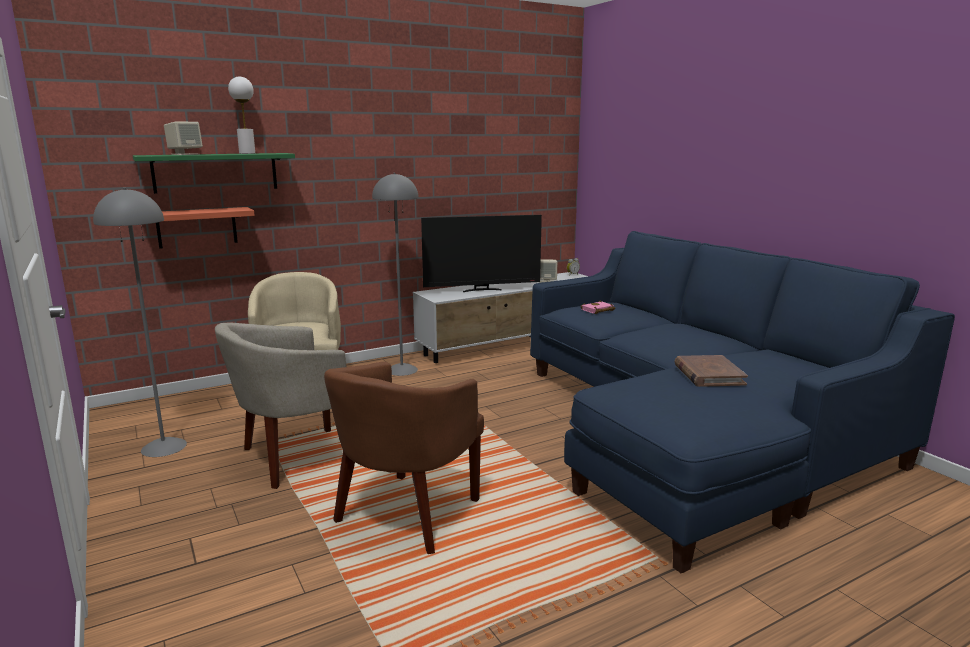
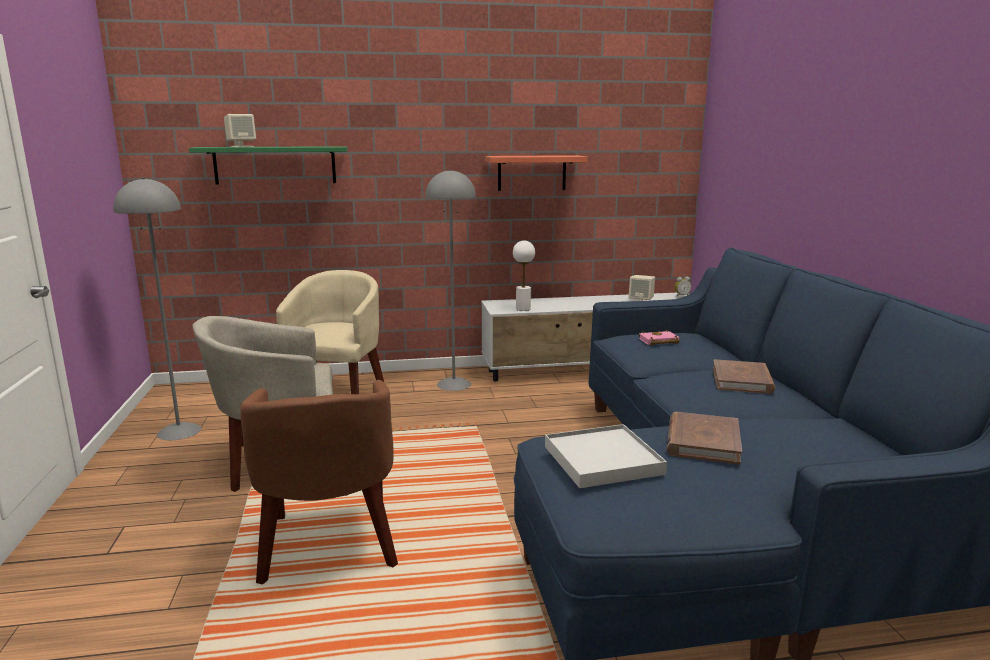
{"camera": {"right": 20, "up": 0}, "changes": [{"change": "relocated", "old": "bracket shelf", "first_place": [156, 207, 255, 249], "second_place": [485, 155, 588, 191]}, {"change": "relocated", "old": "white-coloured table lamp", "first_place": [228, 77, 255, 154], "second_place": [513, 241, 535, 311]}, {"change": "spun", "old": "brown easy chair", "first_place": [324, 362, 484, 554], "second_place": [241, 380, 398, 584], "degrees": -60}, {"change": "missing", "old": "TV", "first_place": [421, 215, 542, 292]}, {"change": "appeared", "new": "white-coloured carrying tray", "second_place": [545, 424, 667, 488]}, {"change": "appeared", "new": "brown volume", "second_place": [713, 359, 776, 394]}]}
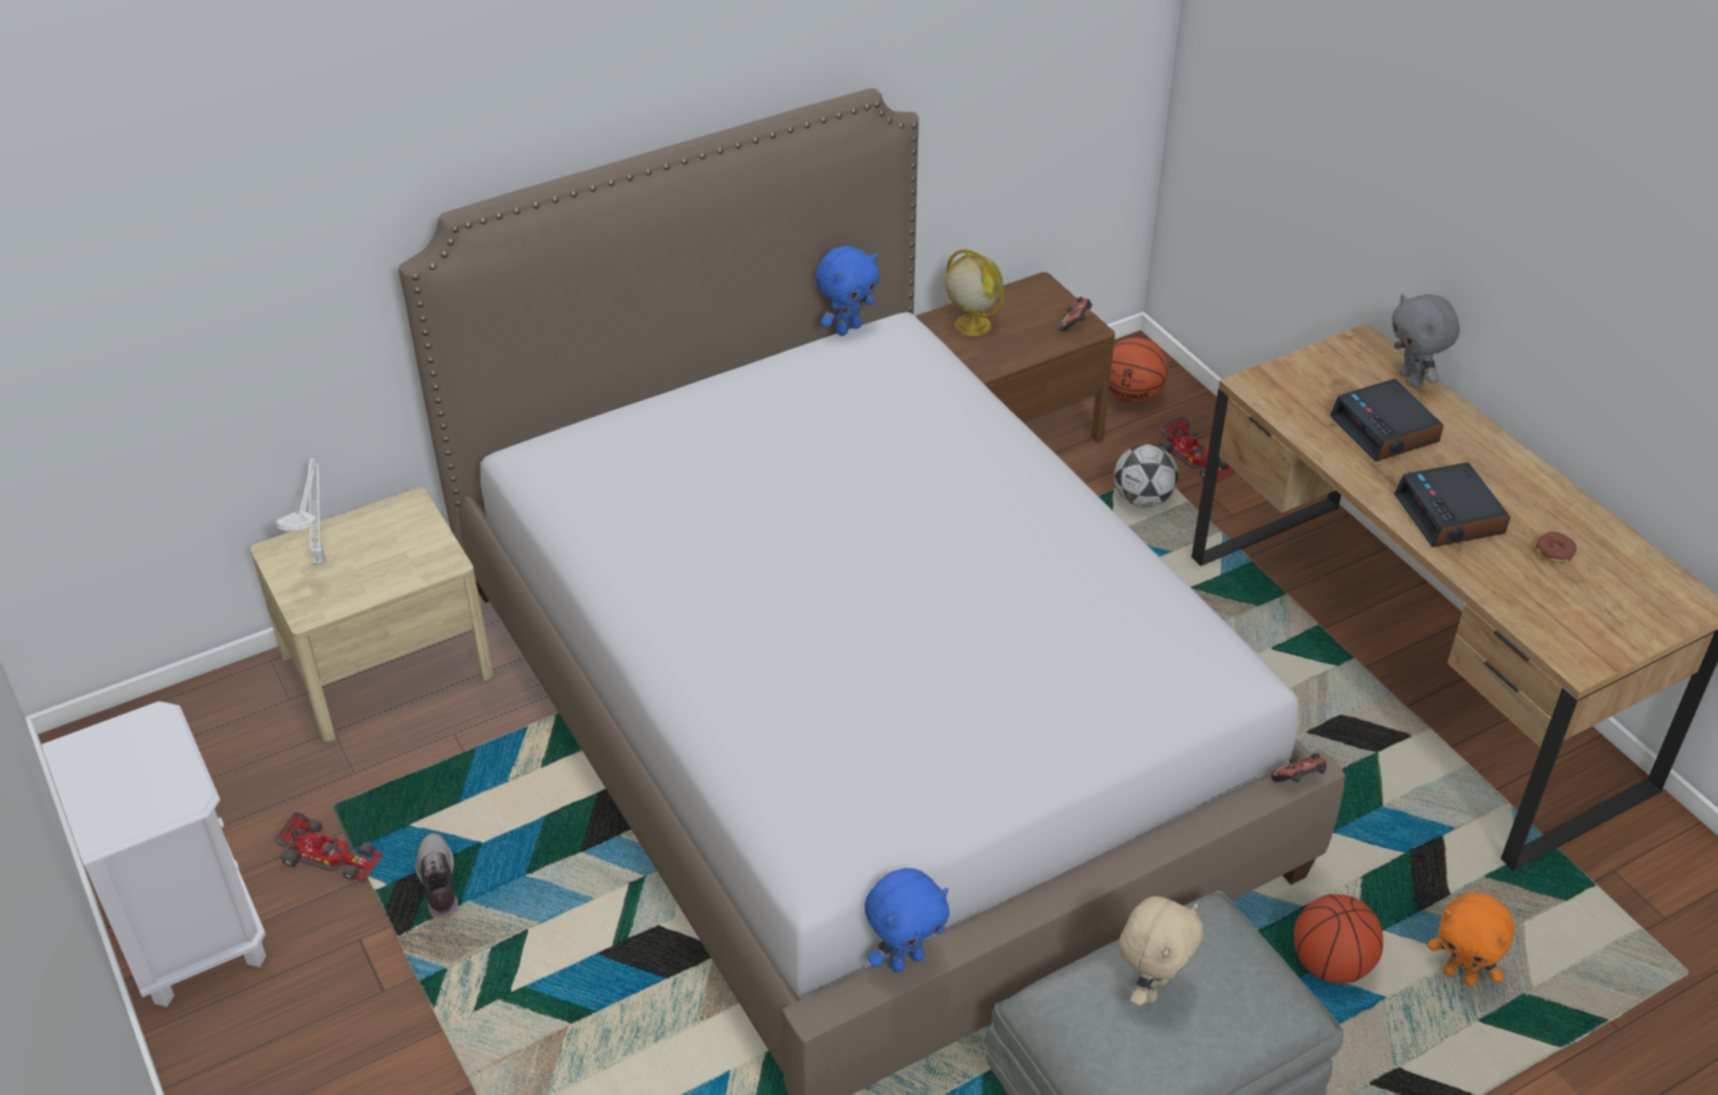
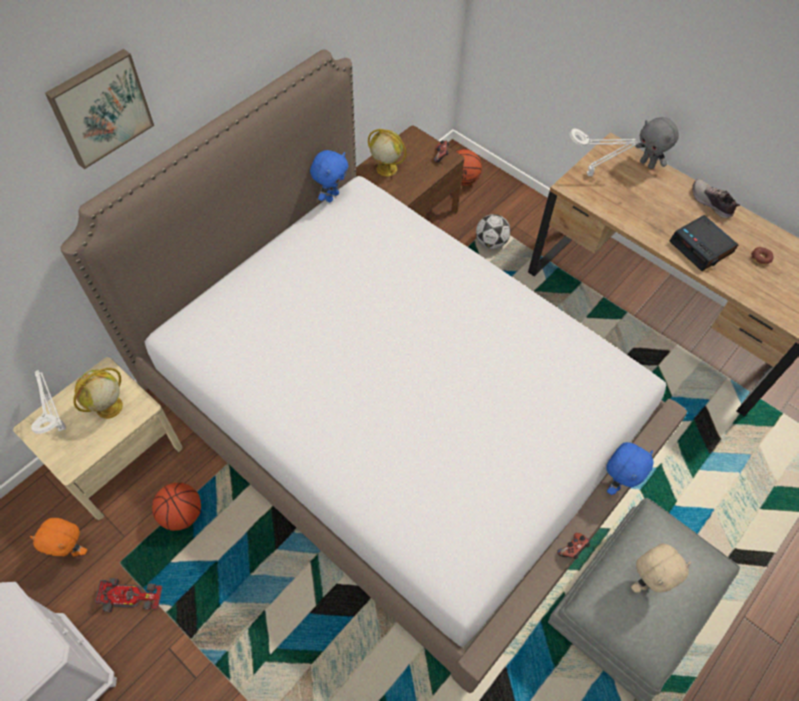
{"camera": {"right": -20, "up": 15}, "changes": [{"change": "relocated", "old": "item of footwear", "first_place": [416, 833, 458, 918], "second_place": [692, 179, 740, 218]}, {"change": "relocated", "old": "blue-coloured soft toy", "first_place": [865, 868, 949, 972], "second_place": [606, 442, 654, 495]}, {"change": "spun", "old": "beige-coloured soft toy", "first_place": [1118, 896, 1203, 1006], "second_place": [631, 543, 691, 593], "degrees": 45}, {"change": "missing", "old": "miniature car", "first_place": [1159, 415, 1235, 483]}, {"change": "relocated", "old": "game controller", "first_place": [1271, 753, 1326, 782], "second_place": [557, 533, 590, 559]}, {"change": "relocated", "old": "ball for basketball", "first_place": [1294, 894, 1383, 983], "second_place": [152, 482, 201, 531]}, {"change": "missing", "old": "alarm clock", "first_place": [1330, 379, 1444, 462]}, {"change": "relocated", "old": "orange soft toy", "first_place": [1427, 893, 1515, 986], "second_place": [30, 518, 87, 557]}, {"change": "appeared", "new": "picture", "second_place": [45, 49, 154, 169]}, {"change": "appeared", "new": "desk globe", "second_place": [73, 368, 123, 419]}, {"change": "appeared", "new": "white-coloured table lamp", "second_place": [570, 128, 637, 176]}]}
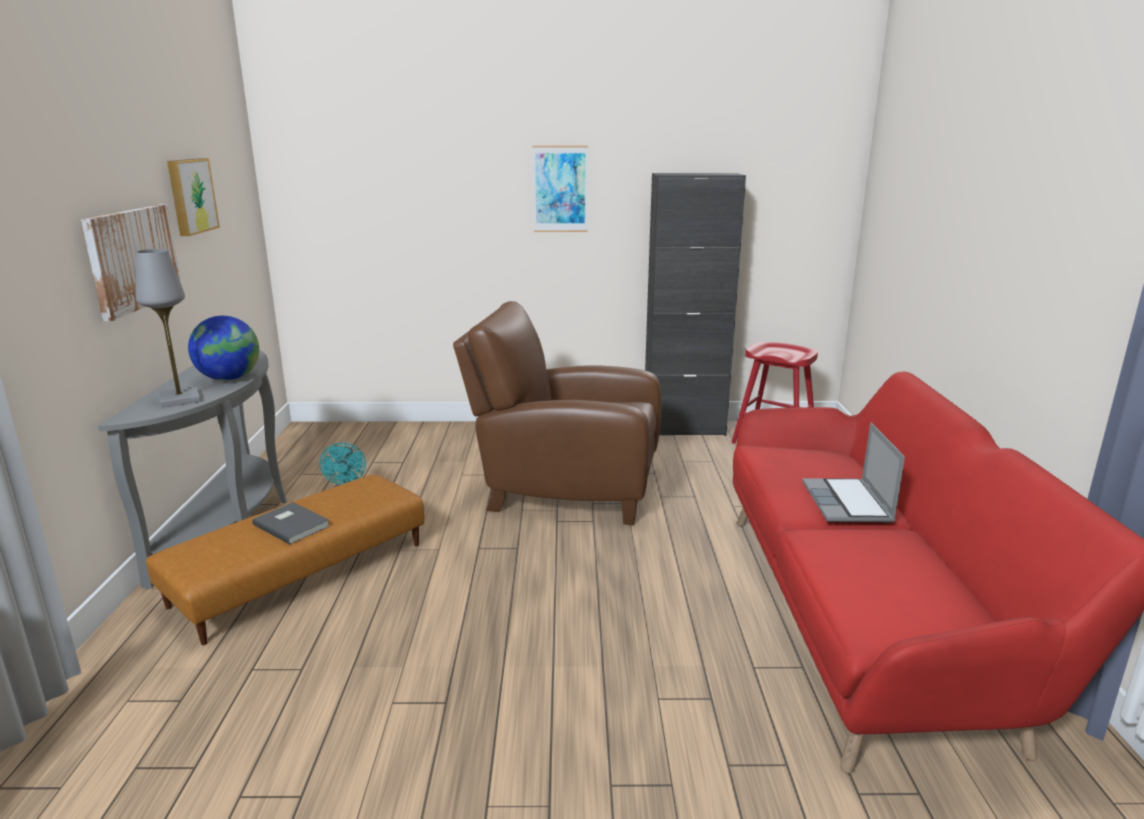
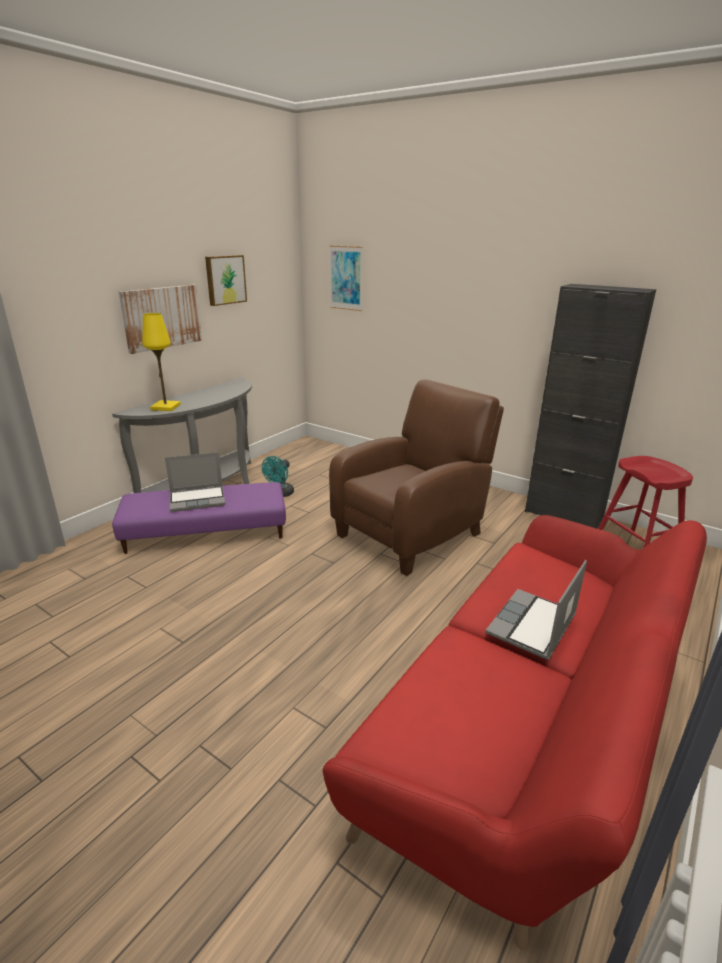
{"camera": {"right": 35, "up": 5}, "changes": [{"change": "colour", "old": "greyish table lamp", "new": "yellowish table lamp", "first_place": [136, 249, 201, 408], "second_place": [142, 313, 181, 411]}, {"change": "colour", "old": "brown ottoman", "new": "purple ottoman", "first_place": [146, 474, 425, 645], "second_place": [112, 482, 286, 554]}, {"change": "missing", "old": "desk globe", "first_place": [188, 316, 259, 381]}, {"change": "exchanged", "old": "greyish volume", "new": "laptop", "first_place": [252, 502, 330, 545], "second_place": [165, 452, 225, 512]}, {"change": "spun", "old": "brown easy chair", "first_place": [453, 301, 662, 525], "second_place": [329, 379, 504, 576], "degrees": 90}, {"change": "relocated", "old": "picture", "first_place": [533, 146, 588, 232], "second_place": [329, 245, 363, 311]}]}
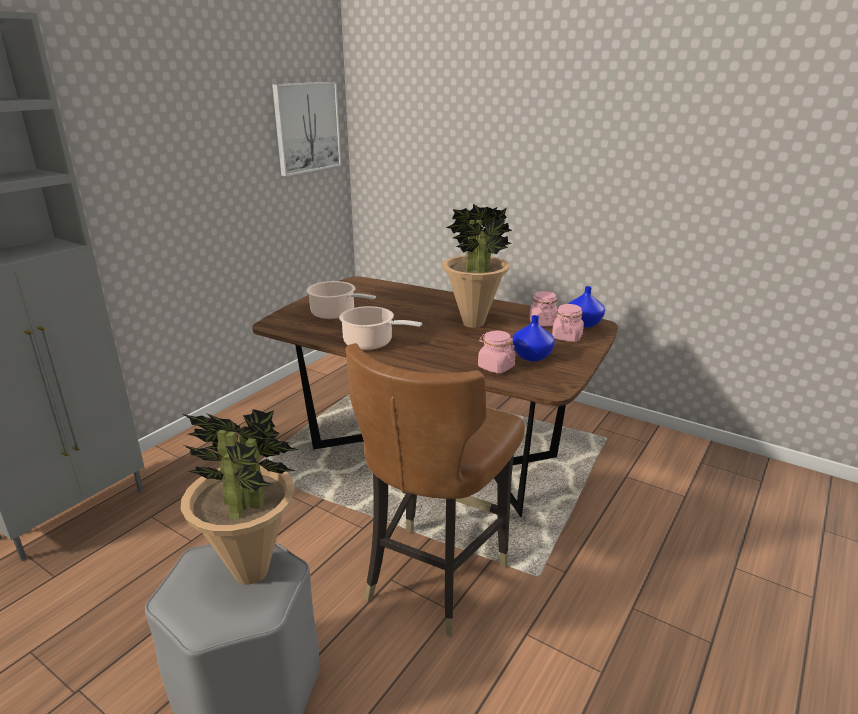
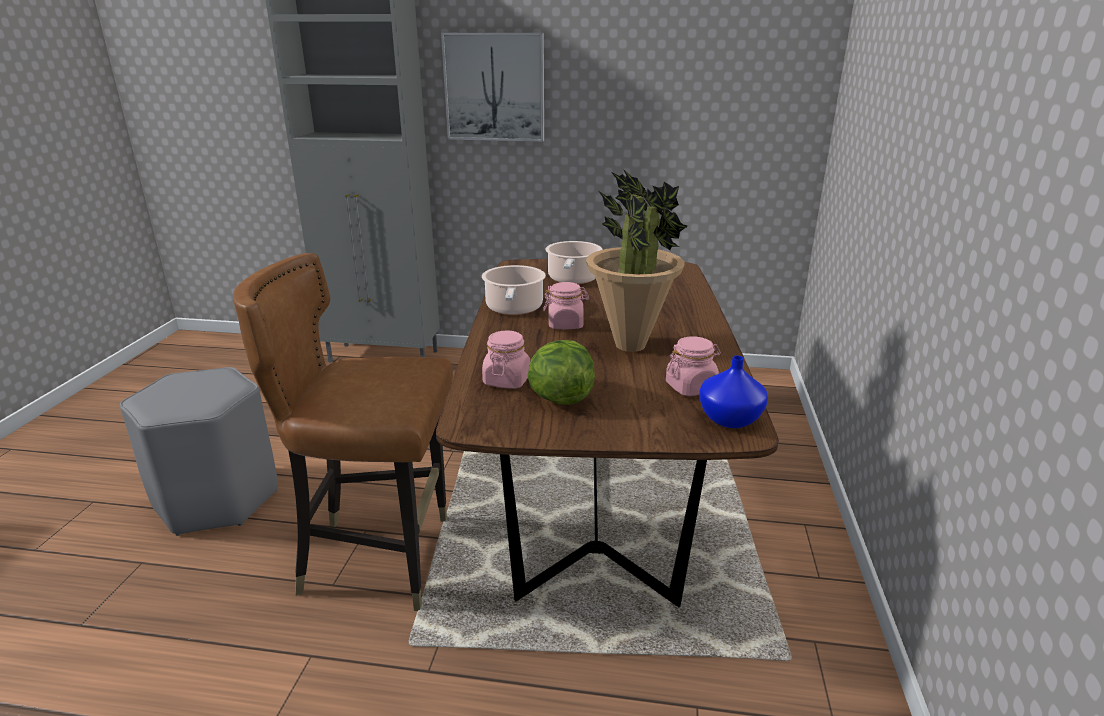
{"camera": {"right": 65, "up": 0}, "changes": [{"change": "missing", "old": "plant in a pot", "first_place": [181, 409, 298, 584]}, {"change": "relocated", "old": "picture", "first_place": [272, 82, 342, 176], "second_place": [441, 33, 544, 142]}, {"change": "exchanged", "old": "blue-coloured decorative vase", "new": "head of lettuce", "first_place": [512, 315, 555, 361], "second_place": [528, 340, 595, 405]}, {"change": "relocated", "old": "pink-coloured jar", "first_place": [552, 304, 584, 342], "second_place": [543, 282, 589, 329]}]}
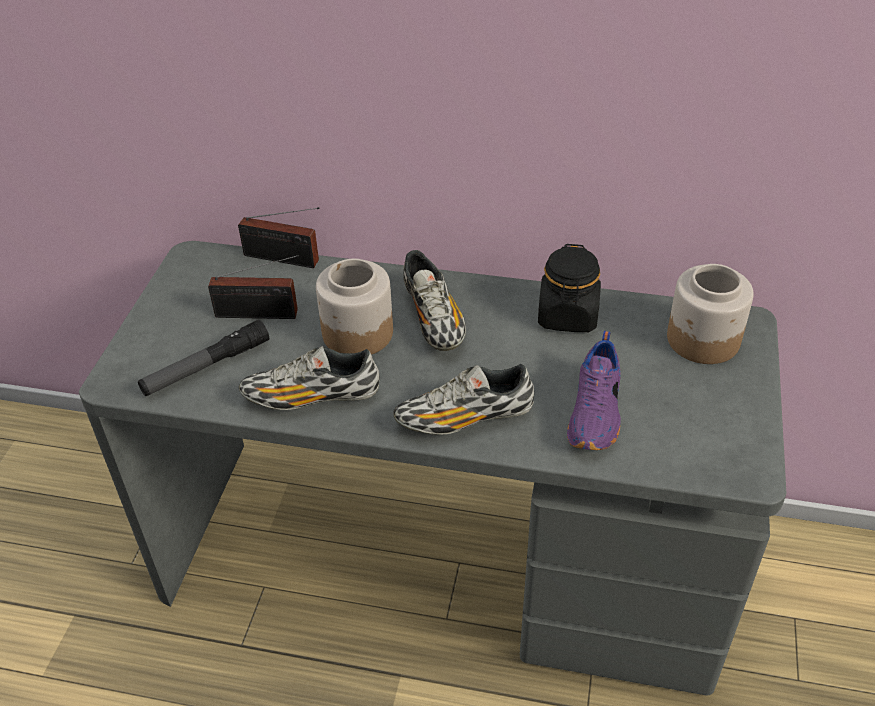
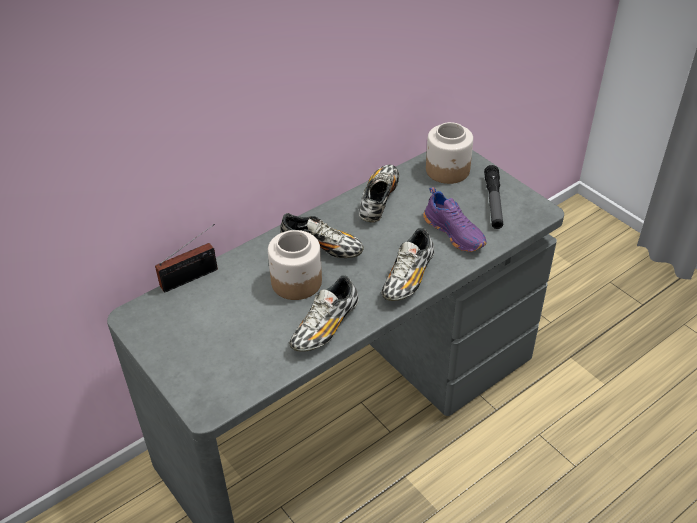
{"camera": {"right": -50, "up": 0}, "changes": [{"change": "relocated", "old": "hand torch", "first_place": [138, 319, 269, 396], "second_place": [484, 165, 503, 229]}, {"change": "missing", "old": "radio set", "first_place": [208, 255, 299, 319]}, {"change": "exchanged", "old": "blackish jar", "new": "item of footwear", "first_place": [538, 244, 601, 332], "second_place": [359, 165, 399, 223]}]}
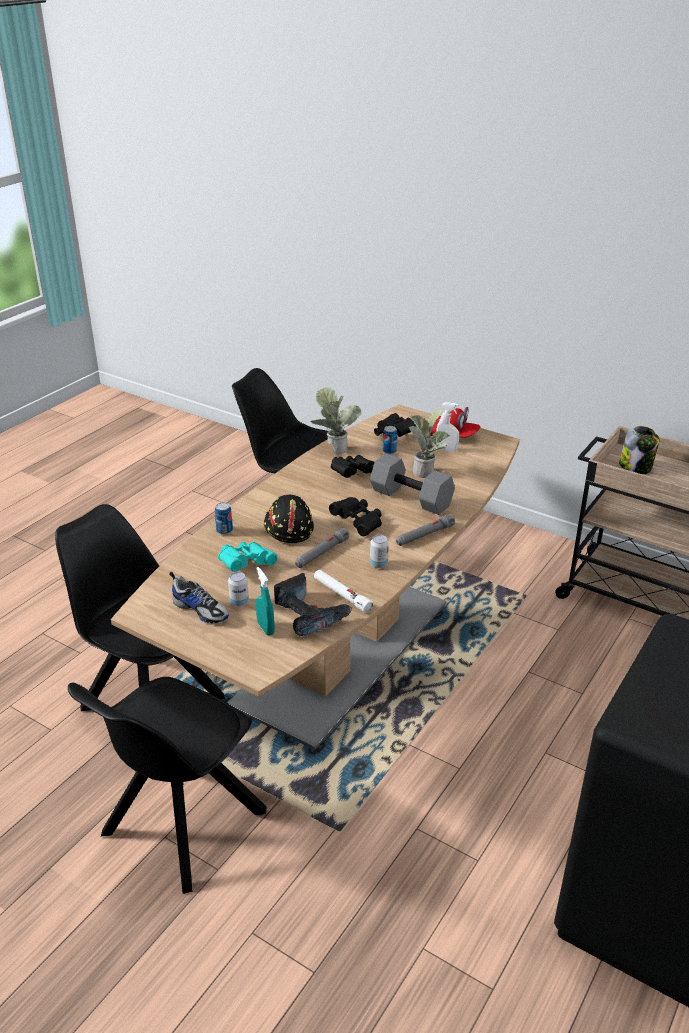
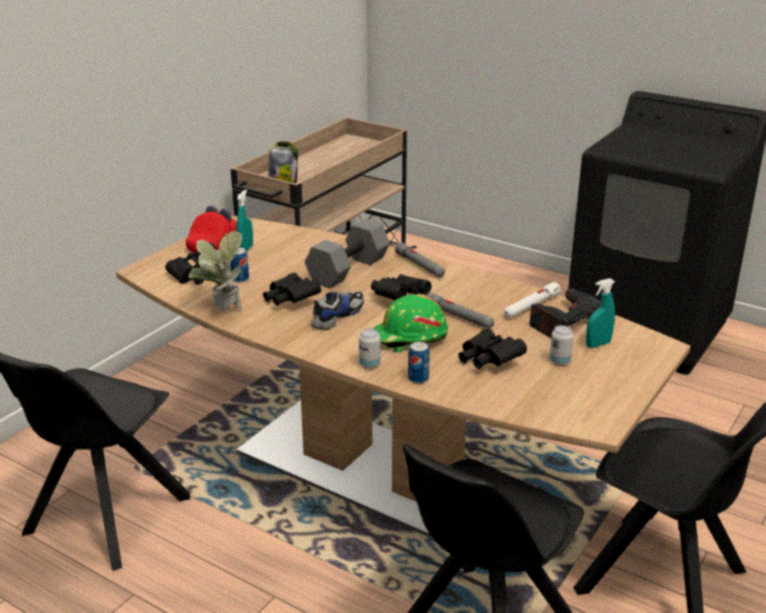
{"camera": {"right": -90, "up": -5}, "changes": [{"change": "relocated", "old": "item of footwear", "first_place": [169, 572, 229, 623], "second_place": [311, 291, 364, 330]}, {"change": "colour", "old": "turquoise binoculars", "new": "blackish binoculars", "first_place": [218, 542, 277, 572], "second_place": [458, 329, 527, 369]}, {"change": "colour", "old": "blackish safety helmet", "new": "green-coloured safety helmet", "first_place": [264, 495, 314, 543], "second_place": [374, 295, 448, 352]}, {"change": "relocated", "old": "metal can", "first_place": [370, 535, 389, 568], "second_place": [359, 328, 381, 369]}, {"change": "missing", "old": "plant in a pot", "first_place": [409, 409, 450, 478]}, {"change": "colour", "old": "white-coloured spray bottle", "new": "turquoise spray bottle", "first_place": [436, 402, 459, 452], "second_place": [236, 189, 253, 252]}]}
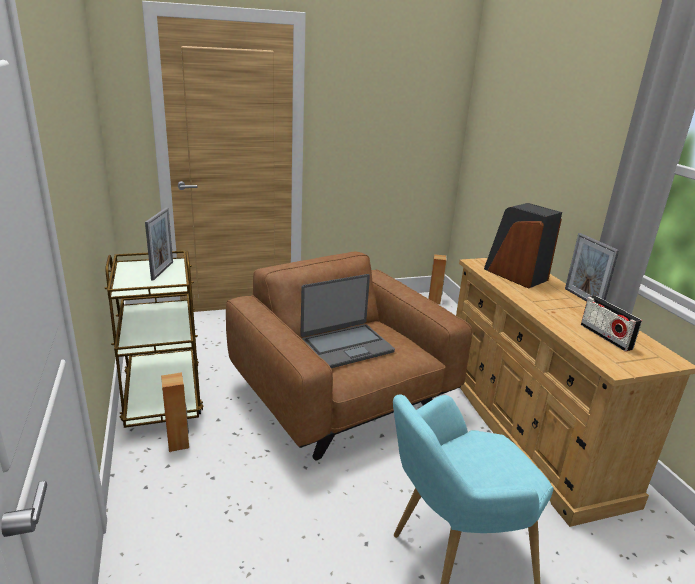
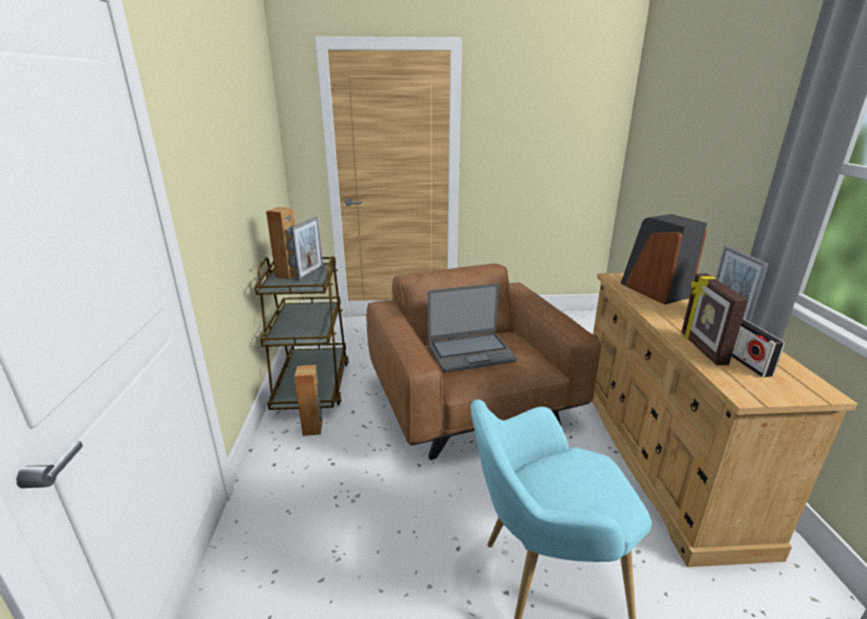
{"camera": {"right": 15, "up": 0}, "changes": [{"change": "relocated", "old": "brown audio speaker", "first_place": [428, 254, 446, 304], "second_place": [266, 207, 297, 280]}, {"change": "appeared", "new": "photo frame", "second_place": [681, 273, 748, 365]}]}
